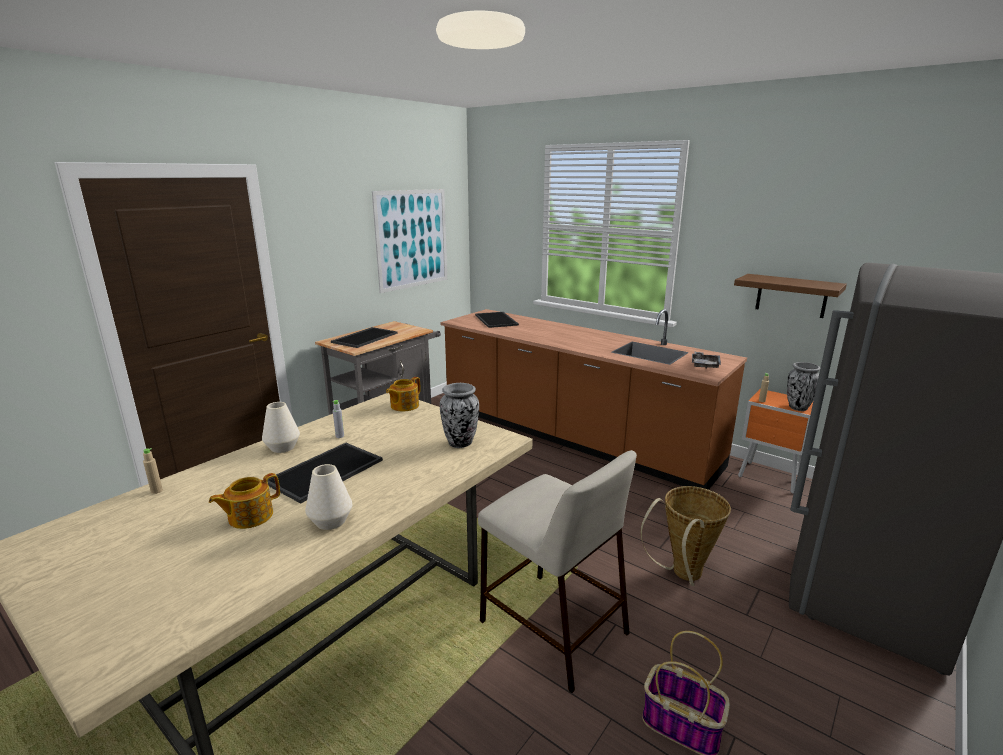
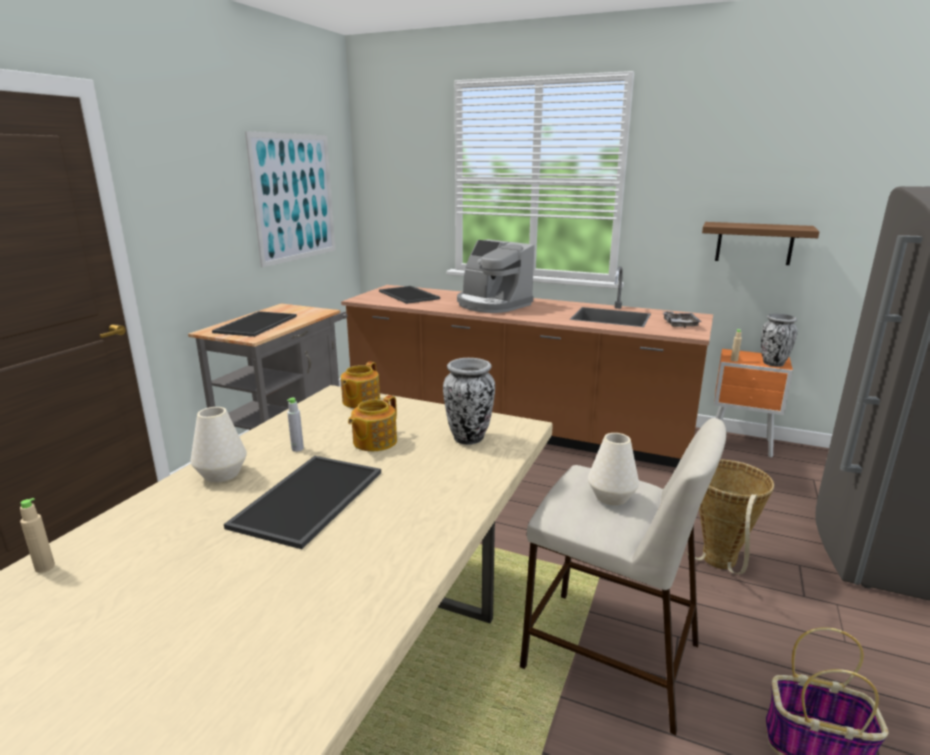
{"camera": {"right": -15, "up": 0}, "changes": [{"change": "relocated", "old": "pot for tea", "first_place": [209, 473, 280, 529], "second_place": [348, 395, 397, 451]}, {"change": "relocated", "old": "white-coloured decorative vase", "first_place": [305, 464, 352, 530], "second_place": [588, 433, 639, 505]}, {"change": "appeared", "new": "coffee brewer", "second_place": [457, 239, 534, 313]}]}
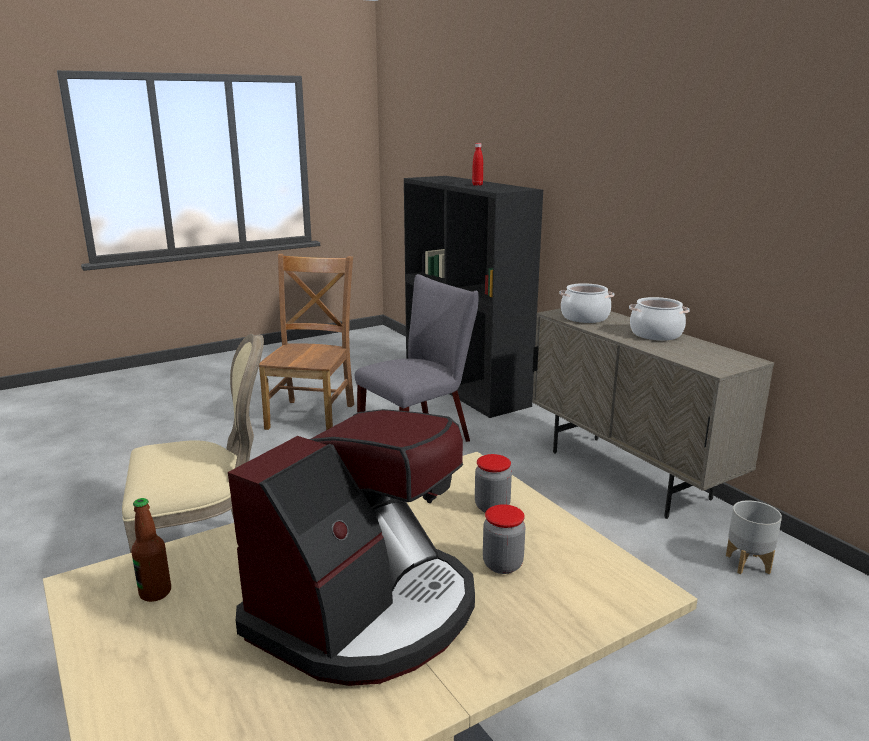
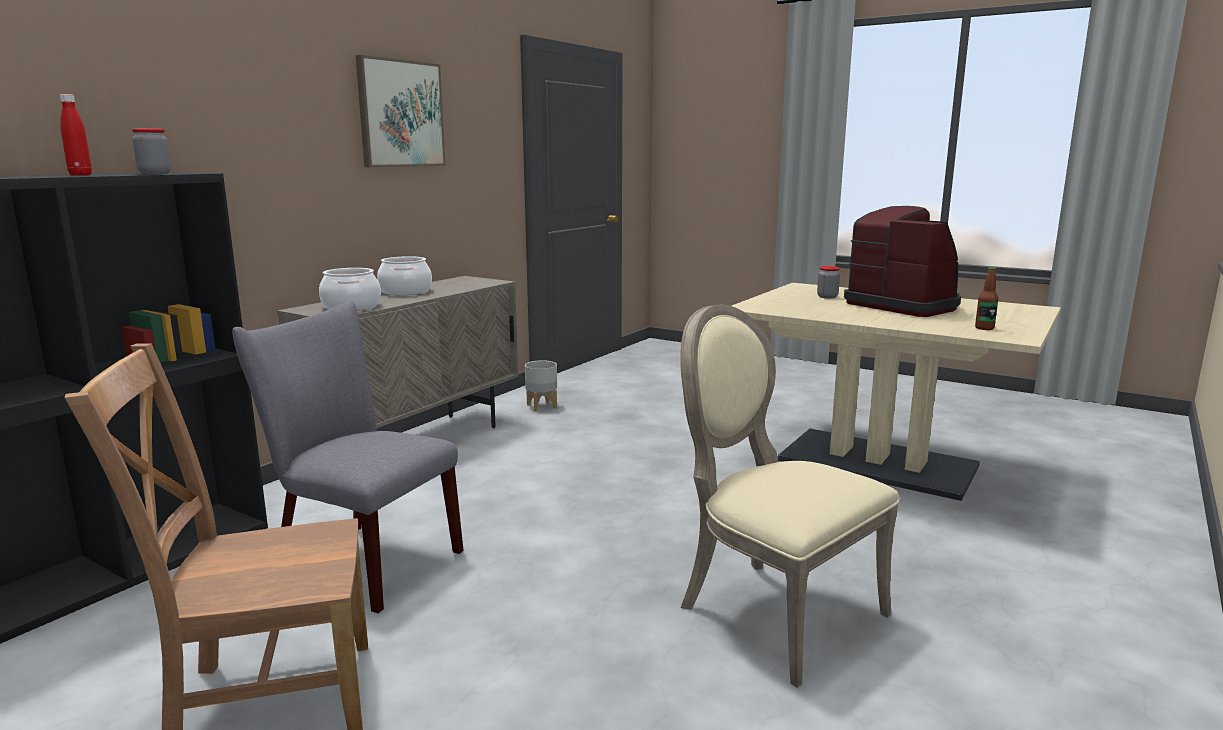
{"camera": {"right": -115, "up": -5}, "changes": [{"change": "spun", "old": "coffee brewer", "first_place": [228, 409, 475, 686], "second_place": [844, 206, 961, 317], "degrees": 45}, {"change": "relocated", "old": "jar", "first_place": [475, 454, 512, 513], "second_place": [132, 128, 171, 174]}, {"change": "appeared", "new": "picture", "second_place": [355, 55, 446, 167]}]}
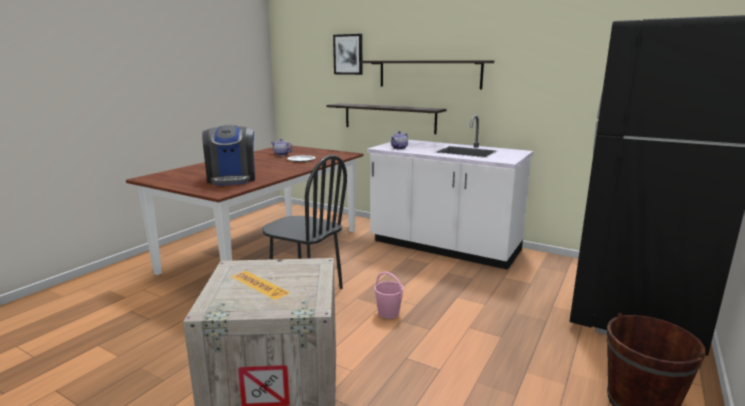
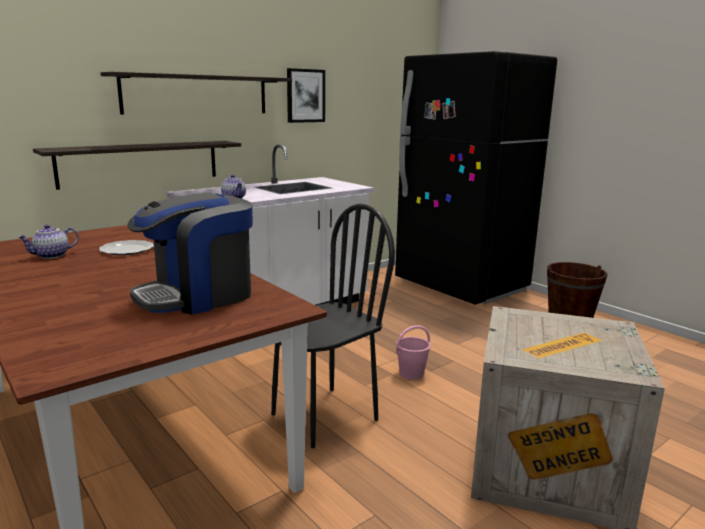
{"camera": {"right": -70, "up": 0}, "changes": [{"change": "spun", "old": "coffee brewer", "first_place": [202, 125, 255, 185], "second_place": [127, 193, 253, 315], "degrees": 135}, {"change": "relocated", "old": "picture", "first_place": [333, 34, 363, 75], "second_place": [287, 68, 325, 123]}]}
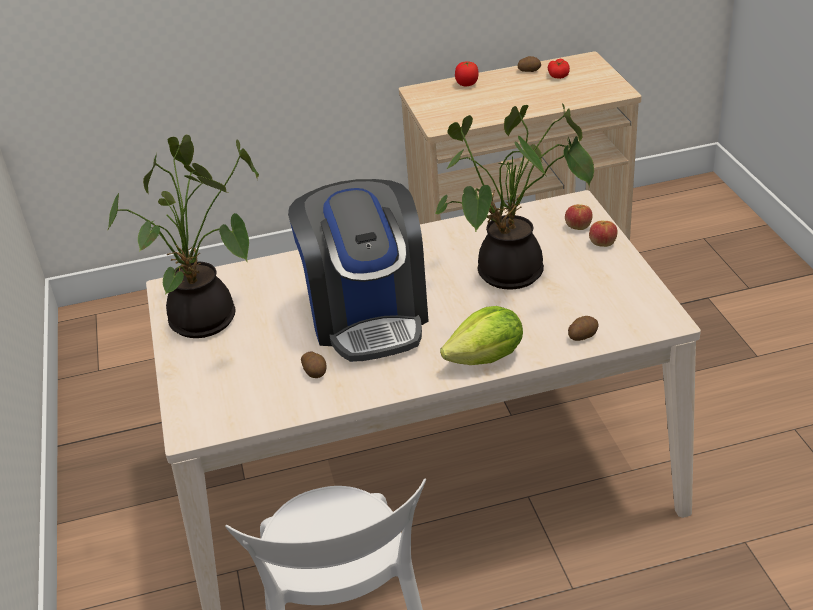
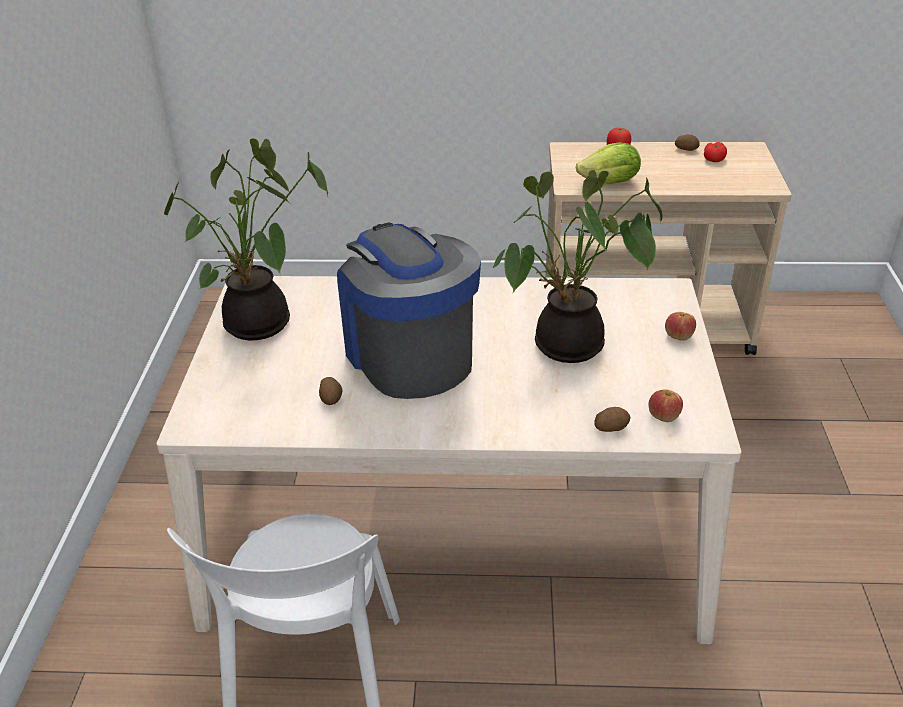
{"camera": {"right": 15, "up": 0}, "changes": [{"change": "spun", "old": "coffee brewer", "first_place": [288, 179, 429, 362], "second_place": [337, 222, 481, 399], "degrees": 150}, {"change": "relocated", "old": "head of lettuce", "first_place": [440, 306, 523, 365], "second_place": [576, 142, 641, 184]}, {"change": "relocated", "old": "whole apple", "first_place": [565, 204, 593, 230], "second_place": [648, 389, 683, 422]}]}
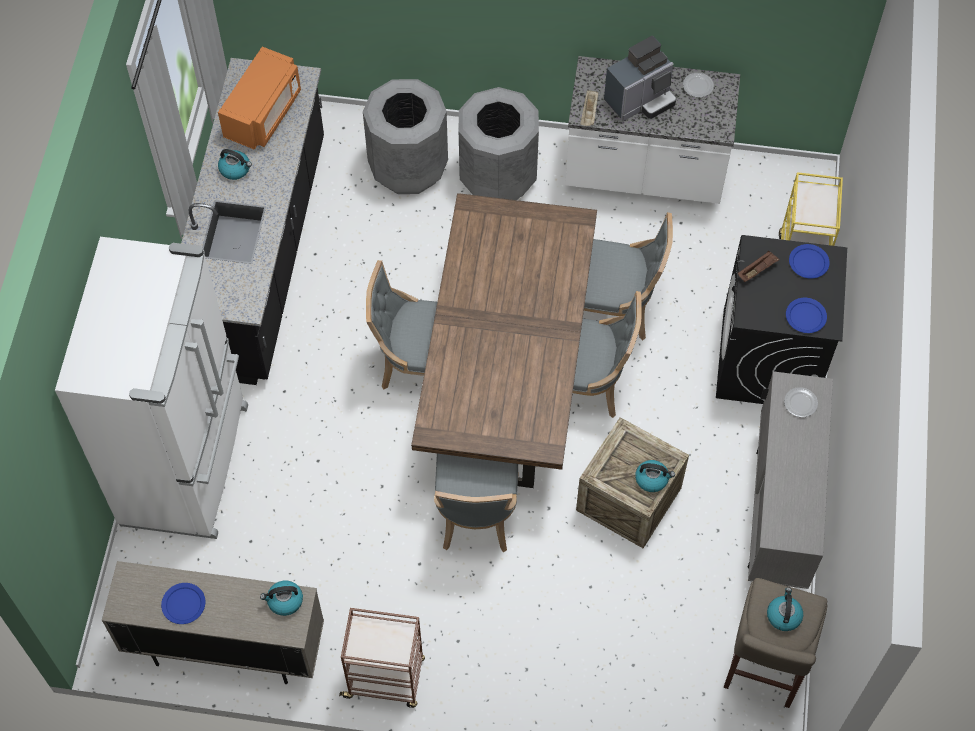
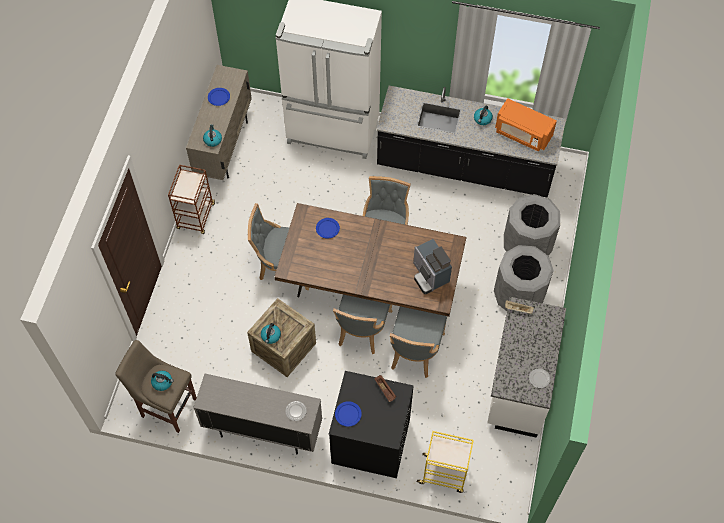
{"camera": {"right": 95, "up": 0}, "changes": [{"change": "relocated", "old": "coffee brewer", "first_place": [604, 36, 676, 121], "second_place": [413, 239, 452, 294]}, {"change": "relocated", "old": "blue-coloured dinner plate", "first_place": [789, 244, 830, 279], "second_place": [316, 218, 340, 238]}]}
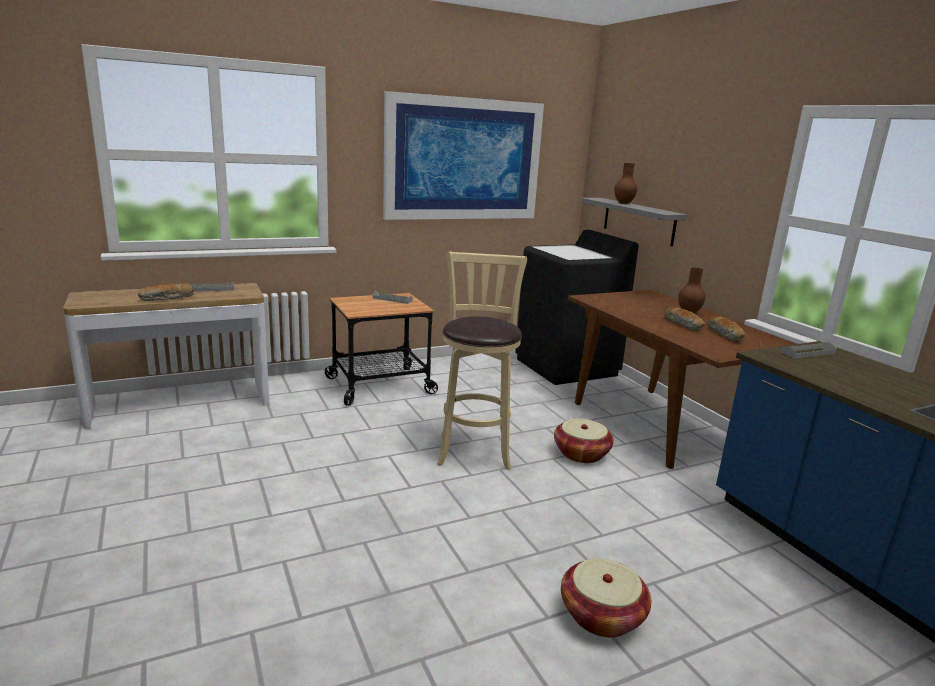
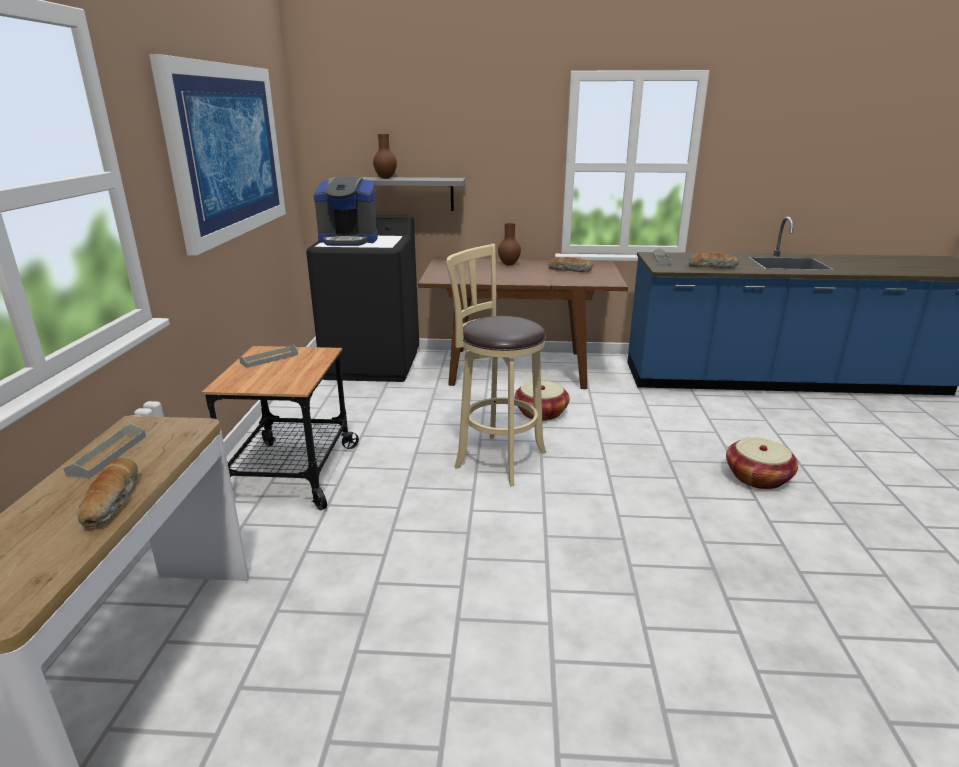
{"camera": {"right": -60, "up": 5}, "changes": [{"change": "relocated", "old": "baked bread", "first_place": [664, 307, 705, 331], "second_place": [689, 253, 739, 268]}, {"change": "appeared", "new": "coffee brewer", "second_place": [314, 176, 378, 246]}]}
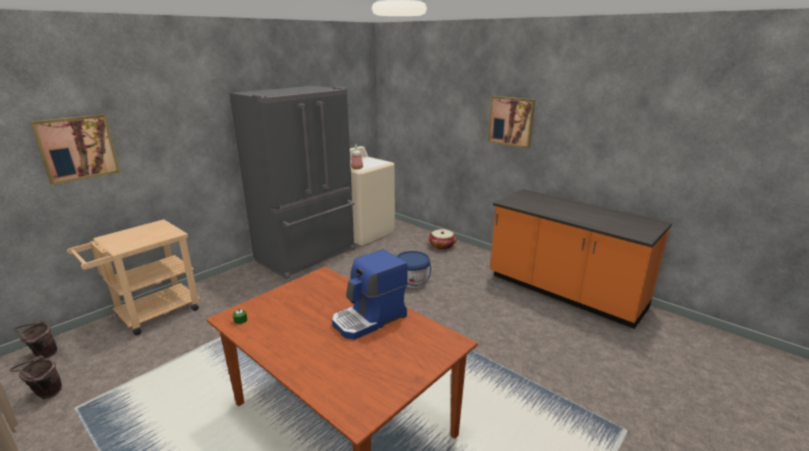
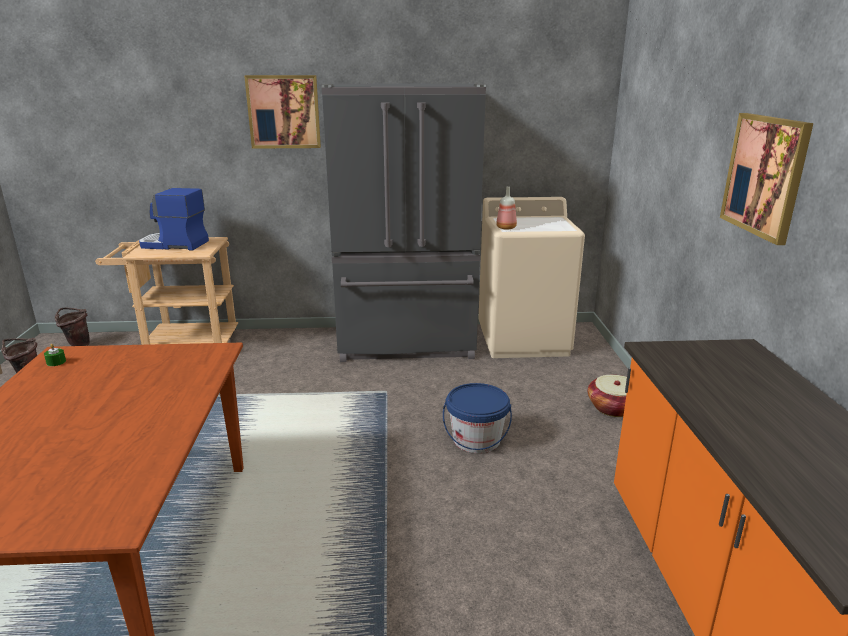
{"camera": {"right": 45, "up": 0}, "changes": [{"change": "relocated", "old": "picture", "first_place": [31, 114, 120, 185], "second_place": [244, 75, 321, 149]}, {"change": "relocated", "old": "coffee brewer", "first_place": [332, 249, 408, 340], "second_place": [139, 188, 209, 251]}]}
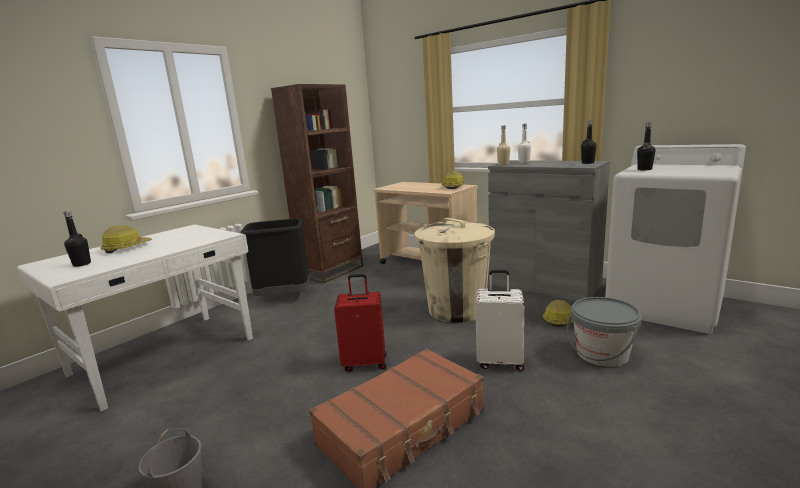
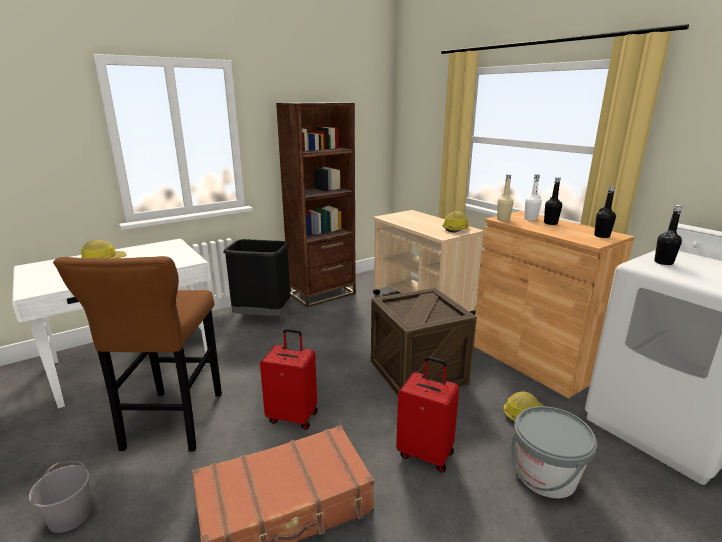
{"camera": {"right": 15, "up": 5}, "changes": [{"change": "relocated", "old": "blackish bottle", "first_place": [64, 211, 91, 267], "second_place": [544, 177, 562, 225]}, {"change": "exchanged", "old": "beige-coloured rubbish bin", "new": "shipping crate", "first_place": [415, 218, 495, 323], "second_place": [371, 288, 477, 396]}, {"change": "colour", "old": "white-coloured suitcase", "new": "red-coloured suitcase", "first_place": [476, 270, 524, 371], "second_place": [396, 357, 459, 473]}, {"change": "colour", "old": "greyish cupboard", "new": "brown cupboard", "first_place": [488, 160, 610, 301], "second_place": [474, 211, 634, 399]}, {"change": "appeared", "new": "brown sitting stool", "second_place": [53, 256, 222, 452]}]}
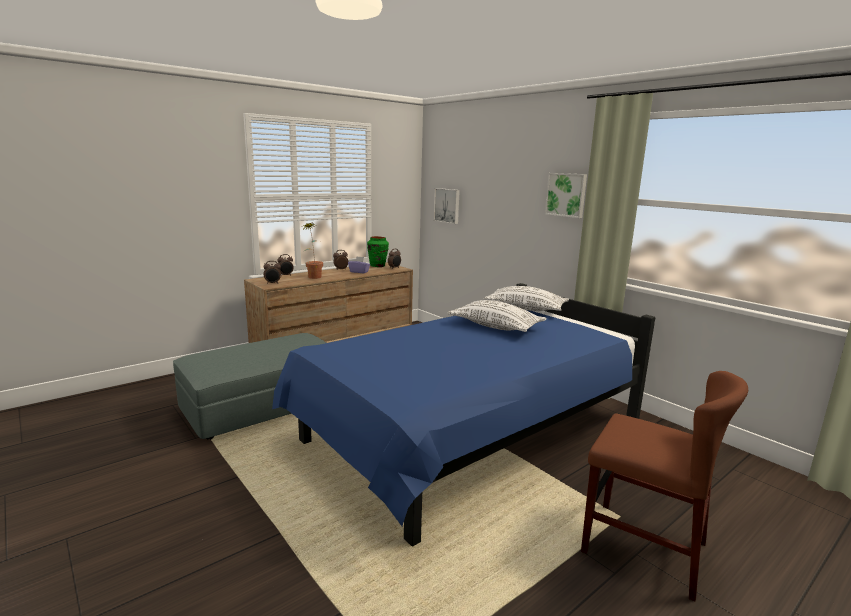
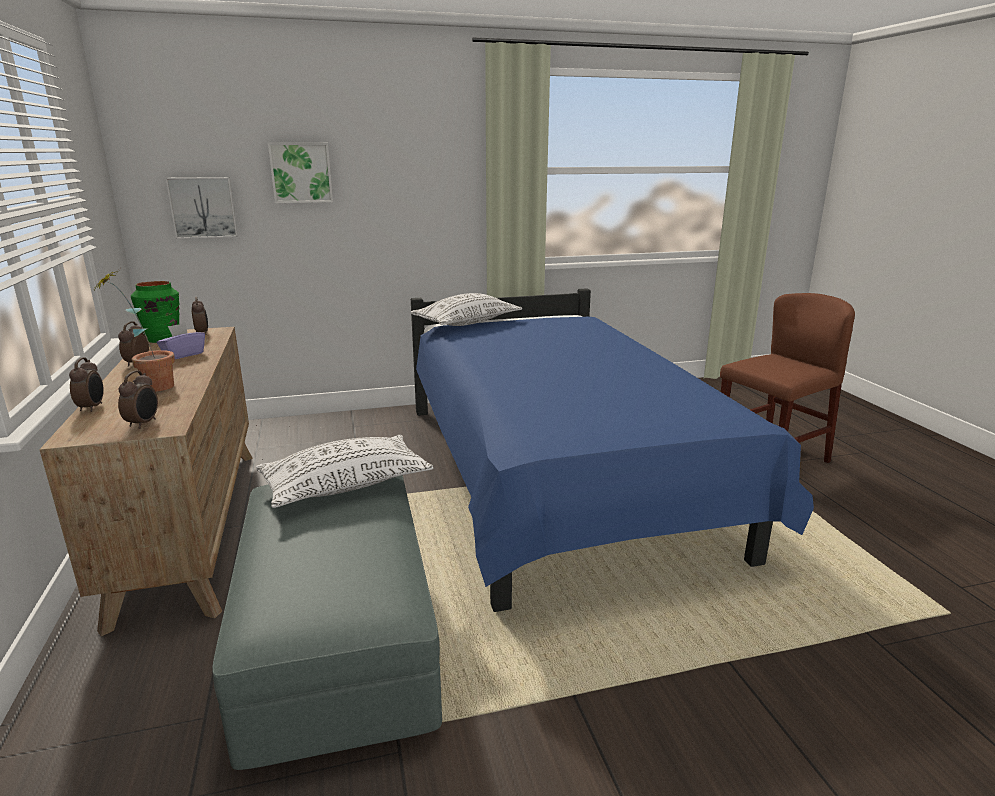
{"camera": {"right": -65, "up": 5}, "changes": [{"change": "relocated", "old": "white-coloured cushion", "first_place": [447, 300, 547, 332], "second_place": [256, 435, 433, 508]}, {"change": "relocated", "old": "picture", "first_place": [545, 173, 587, 218], "second_place": [268, 142, 333, 203]}]}
